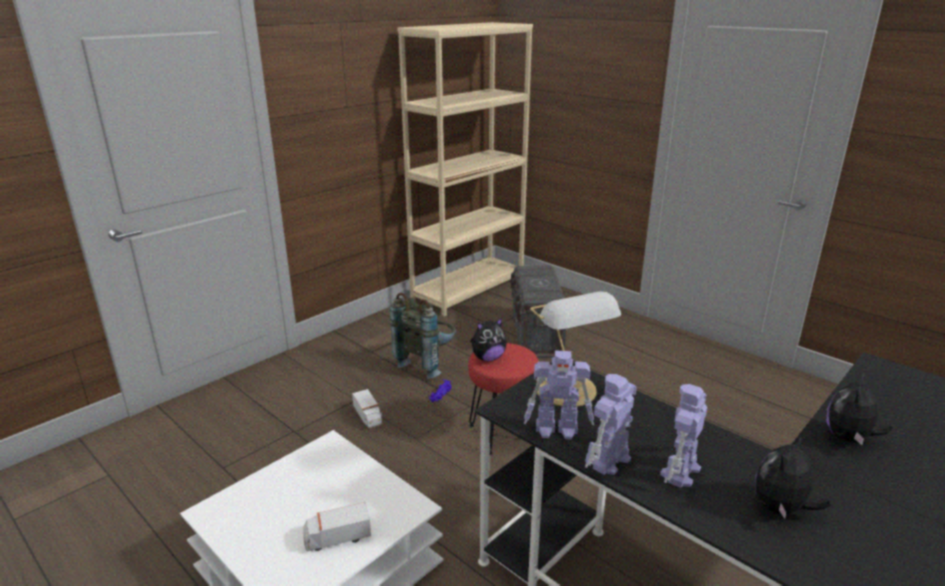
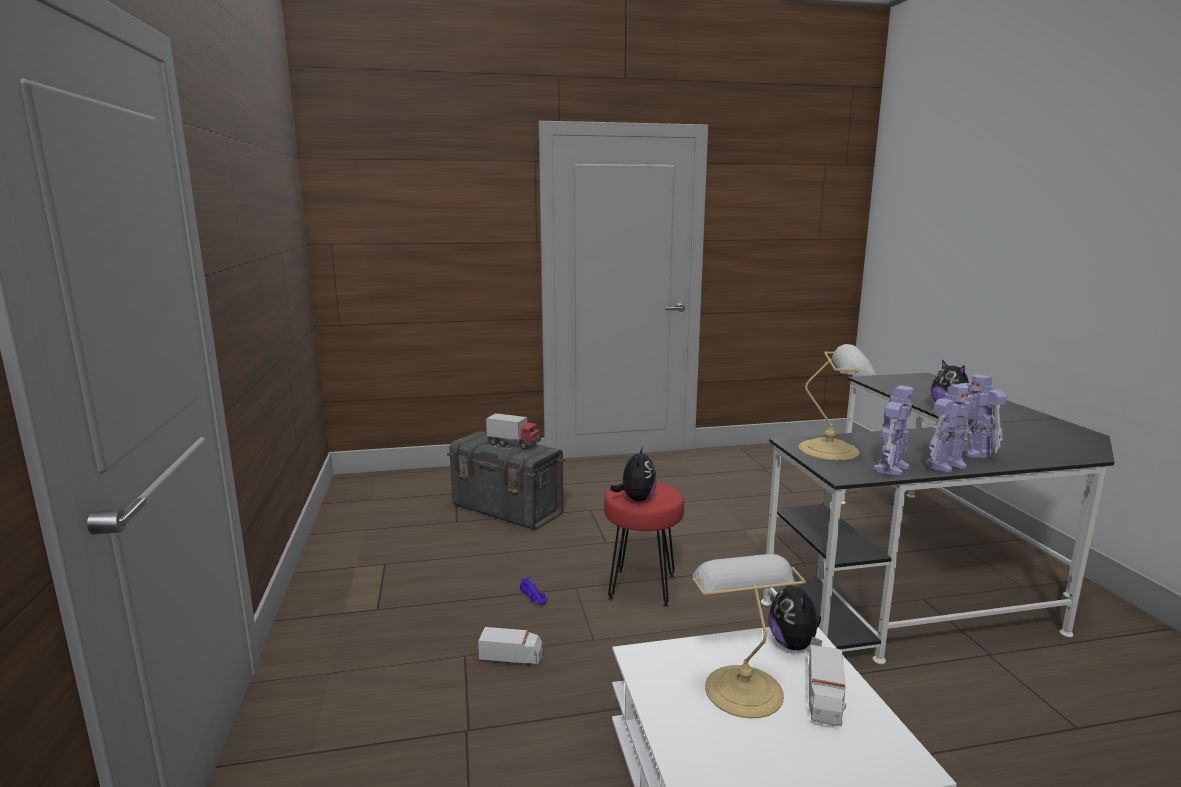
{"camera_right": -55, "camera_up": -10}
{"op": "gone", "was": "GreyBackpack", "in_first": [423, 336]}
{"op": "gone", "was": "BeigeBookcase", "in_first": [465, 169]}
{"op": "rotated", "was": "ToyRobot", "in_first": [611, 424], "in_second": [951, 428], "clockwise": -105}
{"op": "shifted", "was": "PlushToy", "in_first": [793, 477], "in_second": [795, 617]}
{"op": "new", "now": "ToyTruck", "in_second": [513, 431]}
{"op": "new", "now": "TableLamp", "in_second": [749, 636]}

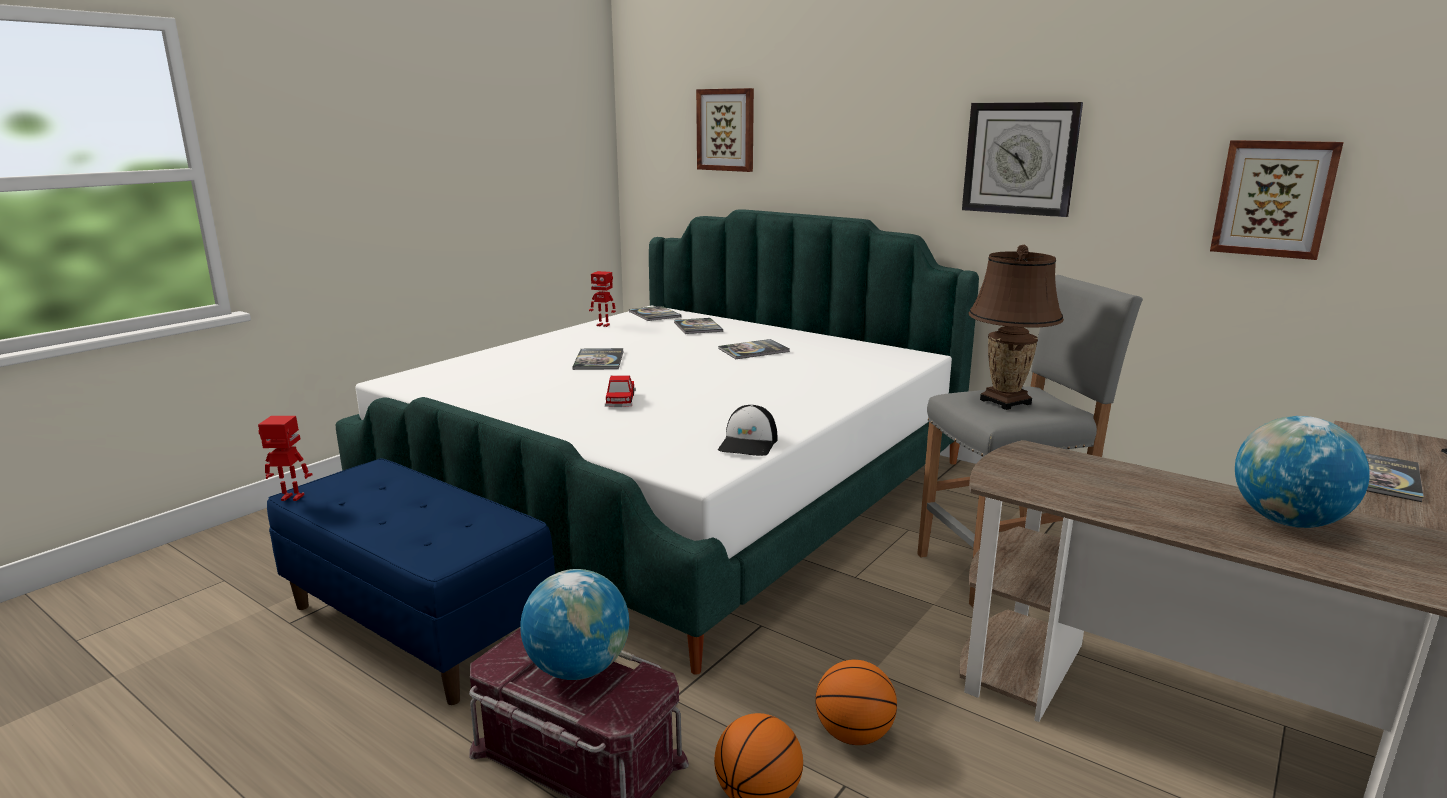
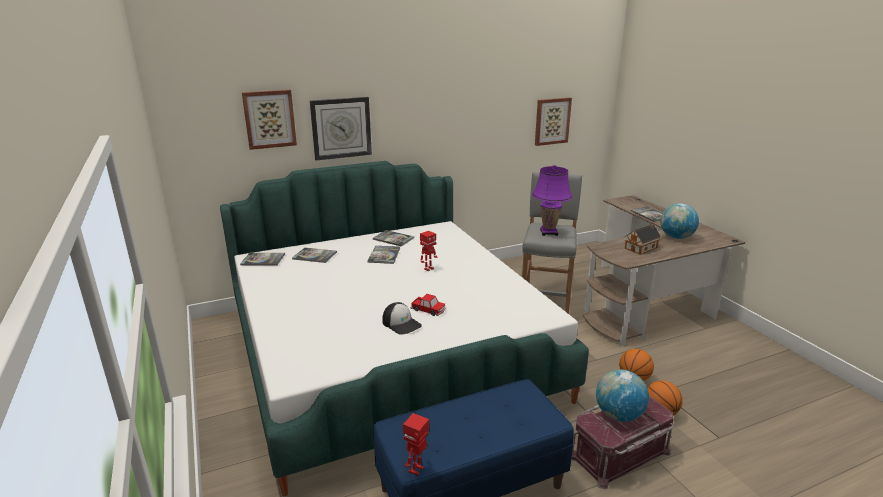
{"camera_right": -60, "camera_up": 5}
{"op": "shifted", "was": "Book", "in_first": [598, 359], "in_second": [393, 238]}
{"op": "shifted", "was": "ToyRobot", "in_first": [602, 299], "in_second": [429, 251]}
{"op": "shifted", "was": "Cap", "in_first": [747, 430], "in_second": [402, 318]}
{"op": "shifted", "was": "WallClock", "in_first": [1022, 159], "in_second": [341, 128]}
{"op": "repainted", "was": "BrownTableLamp", "now": "PurpleTableLamp", "in_first": [1016, 327], "in_second": [552, 200]}
{"op": "new", "now": "ToyHouse", "in_second": [643, 239]}

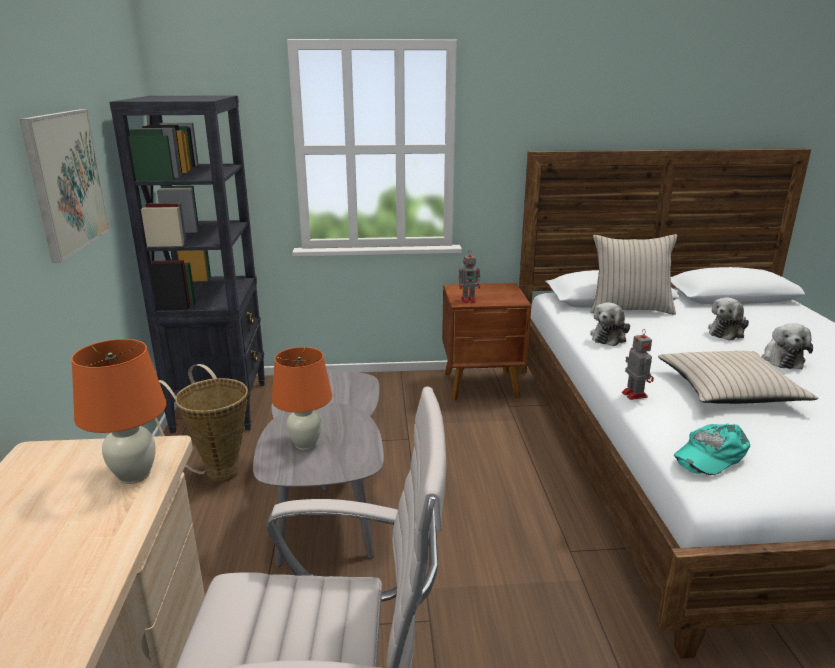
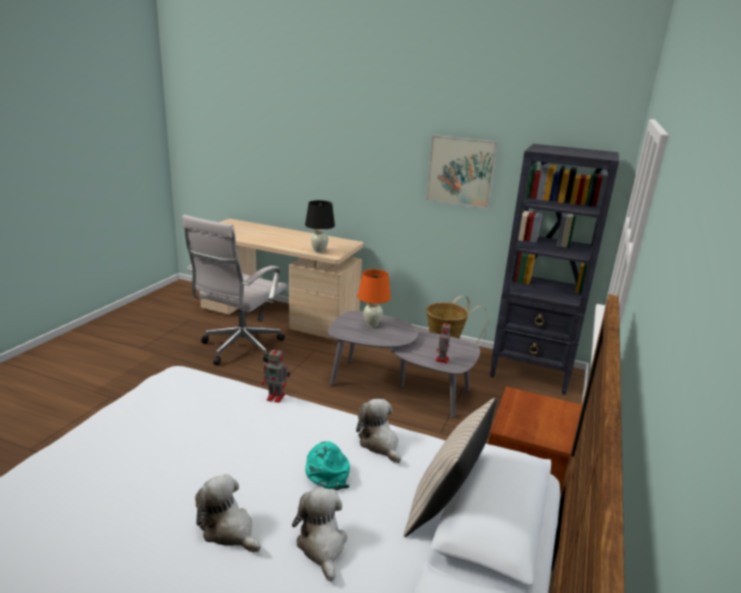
{"camera_right": 115, "camera_up": 0}
{"op": "repainted", "was": "OrangeTableLamp", "now": "BlackTableLamp", "in_first": [118, 411], "in_second": [320, 226]}
{"op": "shifted", "was": "ToyRobot", "in_first": [469, 276], "in_second": [443, 343]}
{"op": "gone", "was": "BeigePillow", "in_first": [738, 377]}
{"op": "shifted", "was": "TurquoiseCap", "in_first": [712, 449], "in_second": [327, 466]}

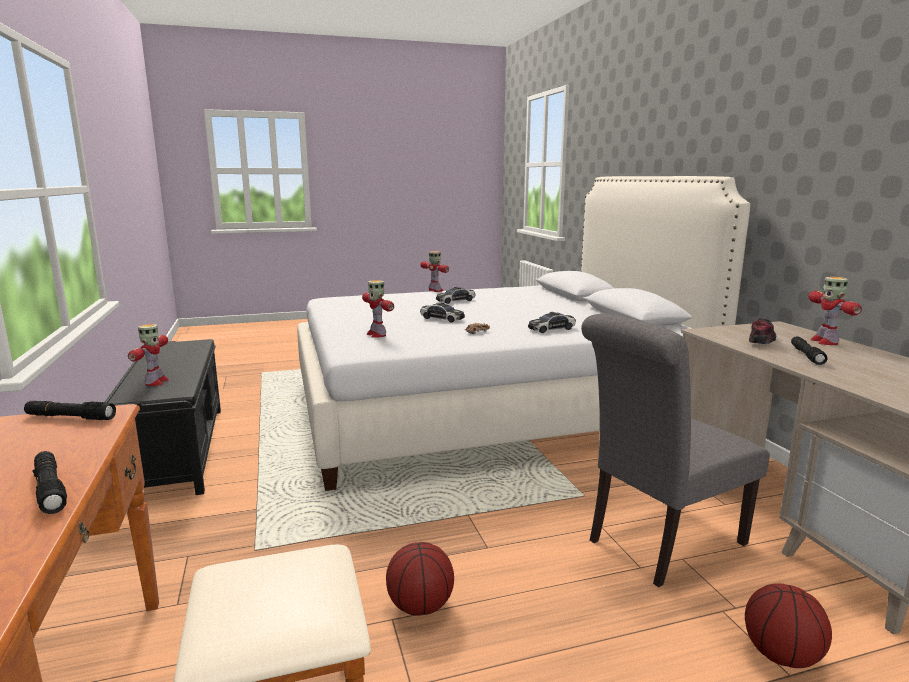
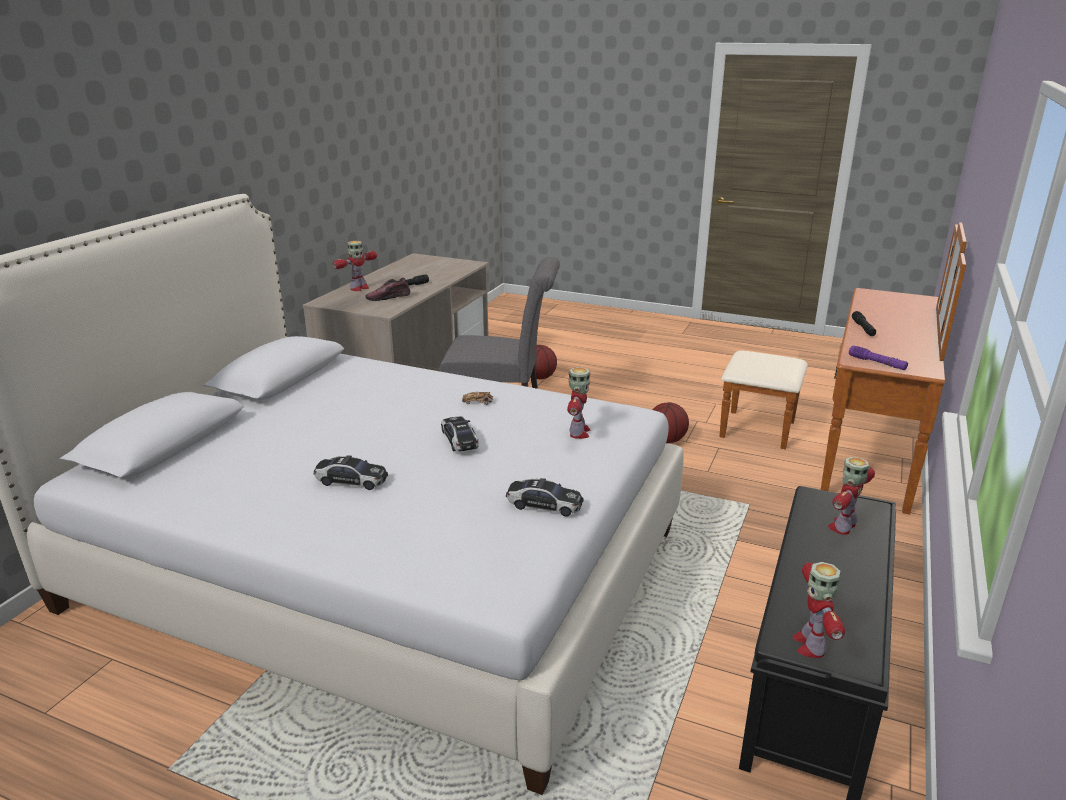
{"camera_right": -140, "camera_up": 10}
{"op": "repainted", "was": "BlackFlashlight", "now": "PurpleFlashlight", "in_first": [70, 410], "in_second": [878, 357]}
{"op": "shifted", "was": "ToyRobot", "in_first": [434, 271], "in_second": [819, 610]}
{"op": "shifted", "was": "ToyCar", "in_first": [552, 322], "in_second": [544, 497]}

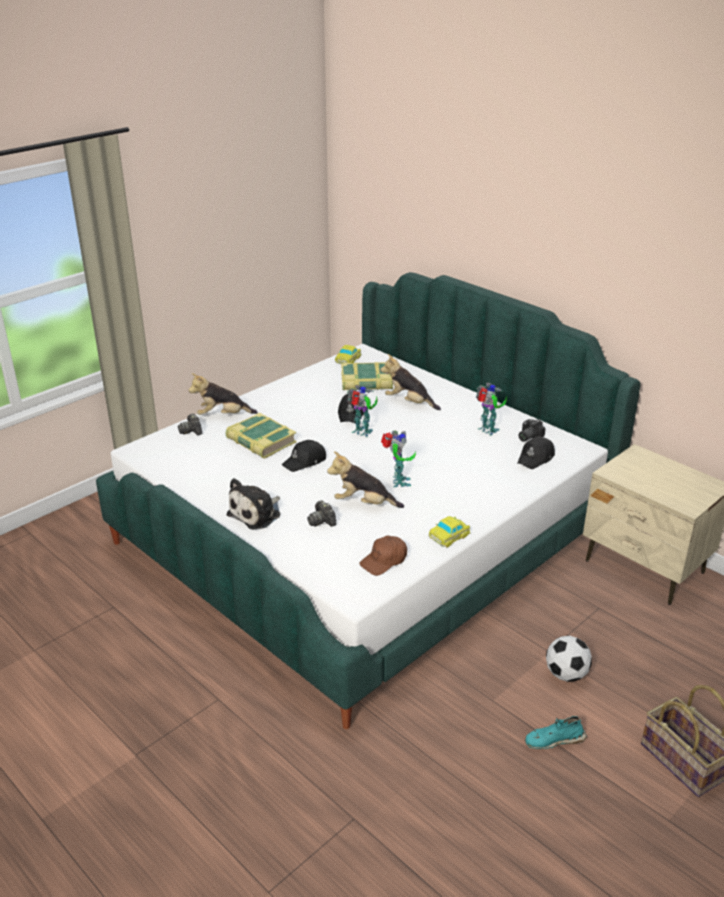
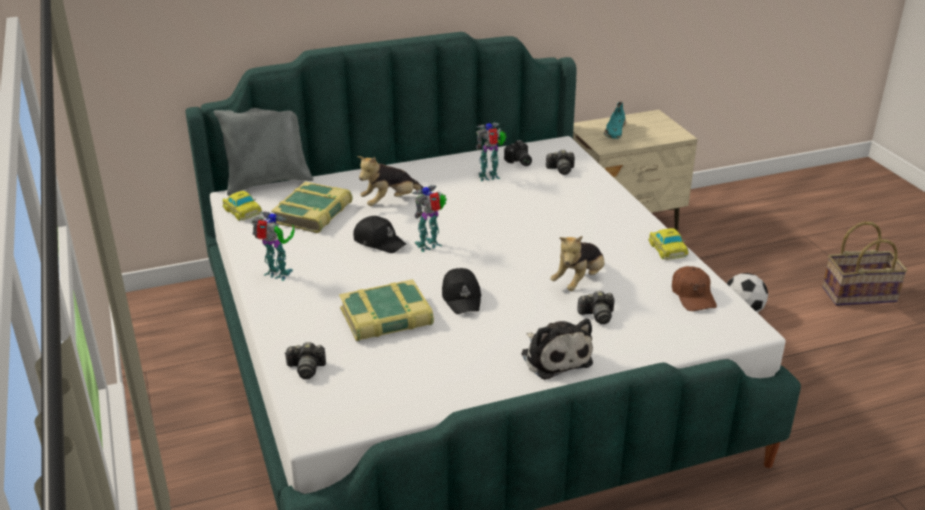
{"camera_right": -65, "camera_up": 0}
{"op": "gone", "was": "PlushToy", "in_first": [223, 394]}
{"op": "shifted", "was": "ToyRobot", "in_first": [398, 458], "in_second": [273, 246]}
{"op": "swapped", "was": "BlackCap", "now": "PhotoCamera", "in_first": [536, 452], "in_second": [560, 162]}
{"op": "shifted", "was": "TurquoiseShoe", "in_first": [556, 732], "in_second": [615, 120]}
{"op": "new", "now": "GreyPillow", "in_second": [264, 152]}

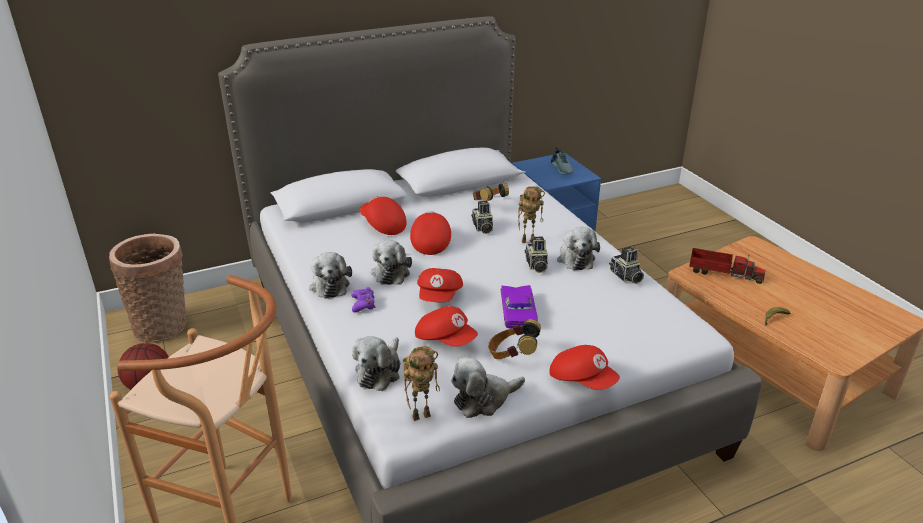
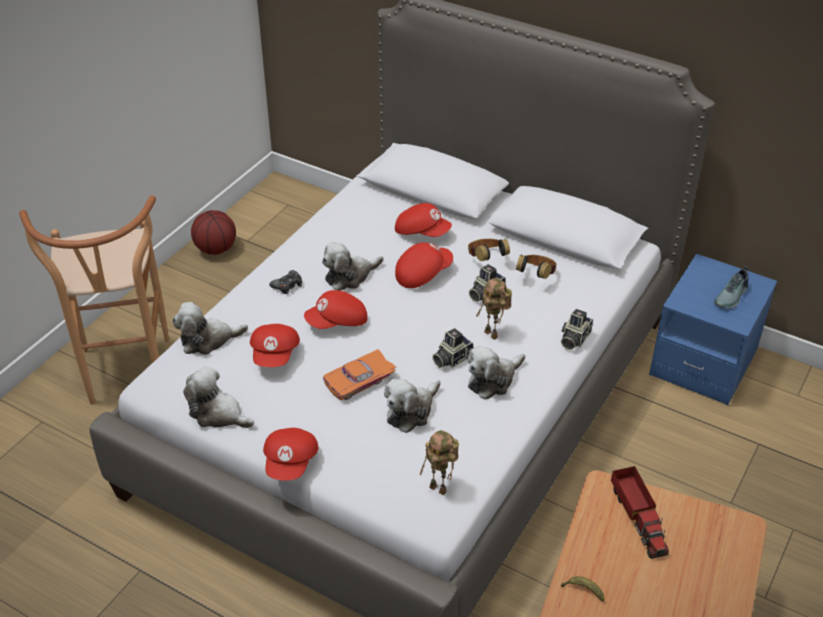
{"camera_right": 55, "camera_up": 10}
{"op": "gone", "was": "Basket", "in_first": [147, 288]}
{"op": "shifted", "was": "PlushToy", "in_first": [330, 275], "in_second": [412, 406]}
{"op": "repainted", "was": "PurpleGameController", "now": "BlackGameController", "in_first": [363, 299], "in_second": [285, 282]}
{"op": "rotated", "was": "RedCap", "in_first": [383, 215], "in_second": [423, 220], "clockwise": 105}
{"op": "shifted", "was": "ToyRobot", "in_first": [421, 383], "in_second": [439, 462]}
{"op": "shifted", "was": "Headphones", "in_first": [514, 339], "in_second": [489, 250]}
{"op": "repainted", "was": "PurpleToyCar", "now": "OrangeToyCar", "in_first": [519, 307], "in_second": [359, 374]}
{"op": "shifted", "was": "PhotoCamera", "in_first": [626, 265], "in_second": [577, 329]}

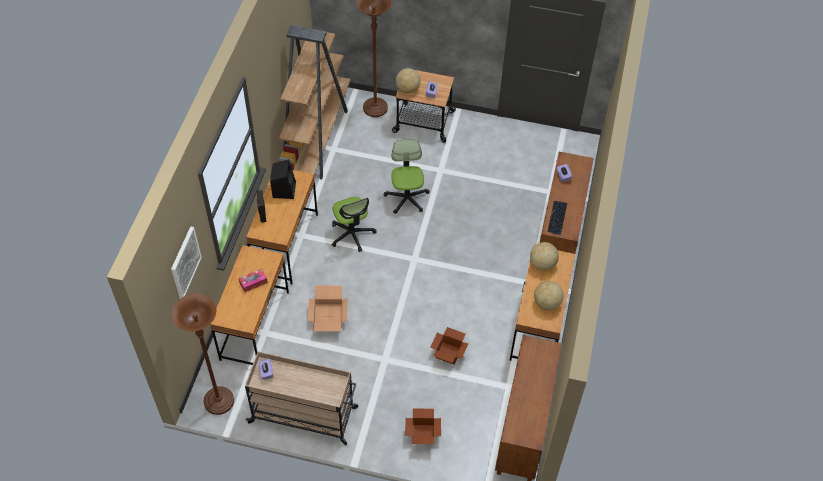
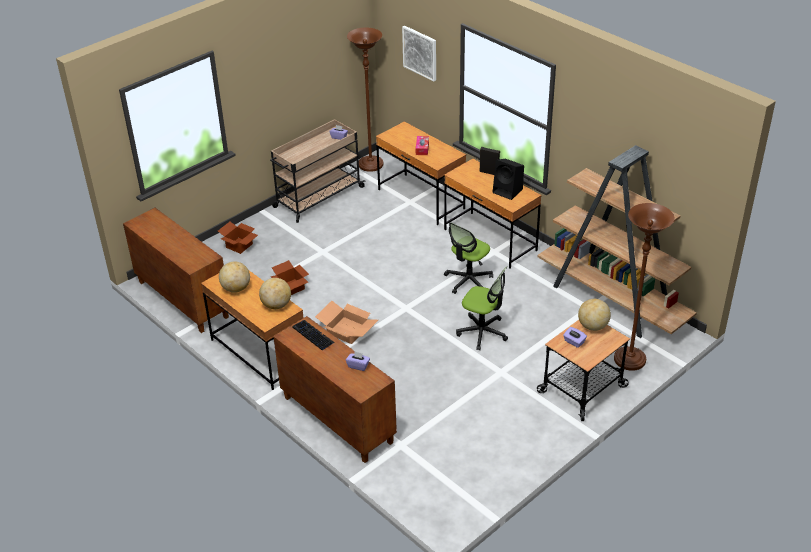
{"camera_right": 125, "camera_up": -15}
{"op": "shifted", "was": "CardboardBox", "in_first": [328, 308], "in_second": [346, 322]}
{"op": "rotated", "was": "OfficeChair", "in_first": [354, 224], "in_second": [468, 258], "clockwise": -60}

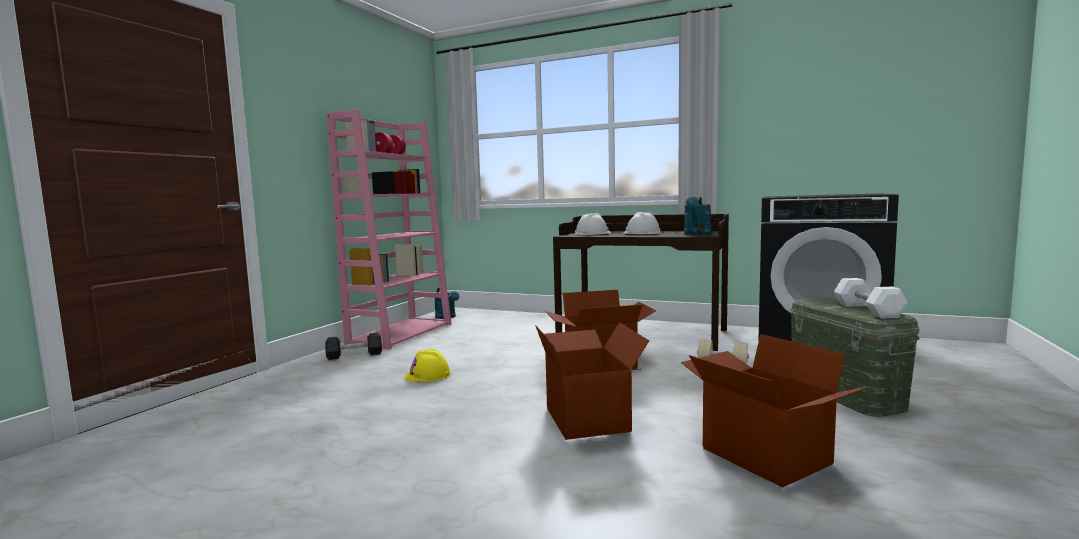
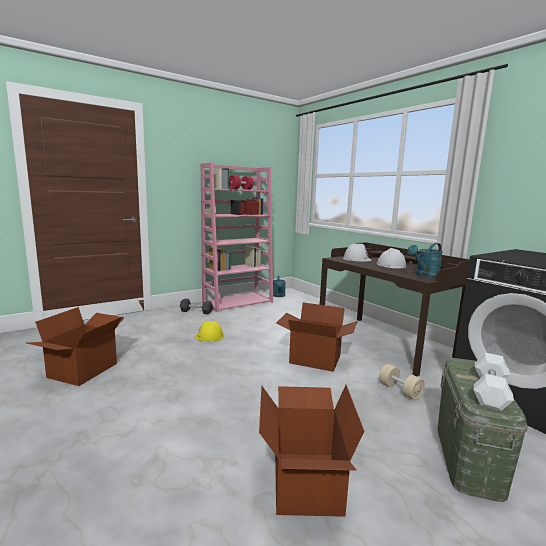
{"camera_right": 30, "camera_up": 5}
{"op": "shifted", "was": "CardboardBox", "in_first": [592, 381], "in_second": [76, 346]}

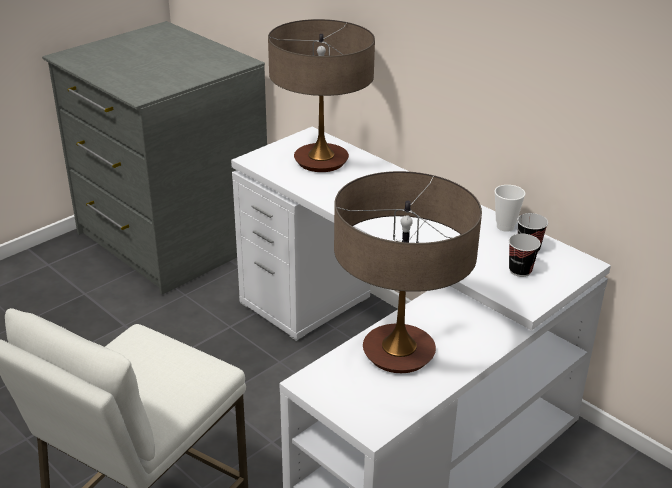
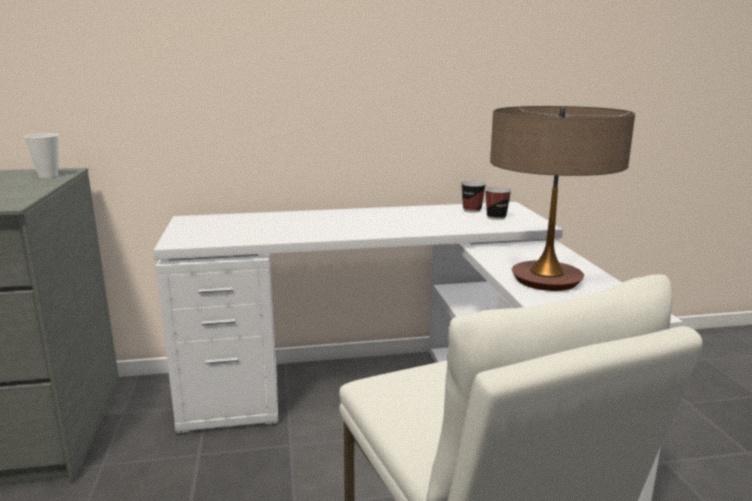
{"camera_right": -55, "camera_up": -15}
{"op": "gone", "was": "TableLamp", "in_first": [321, 95]}
{"op": "shifted", "was": "Cup", "in_first": [509, 208], "in_second": [41, 155]}

